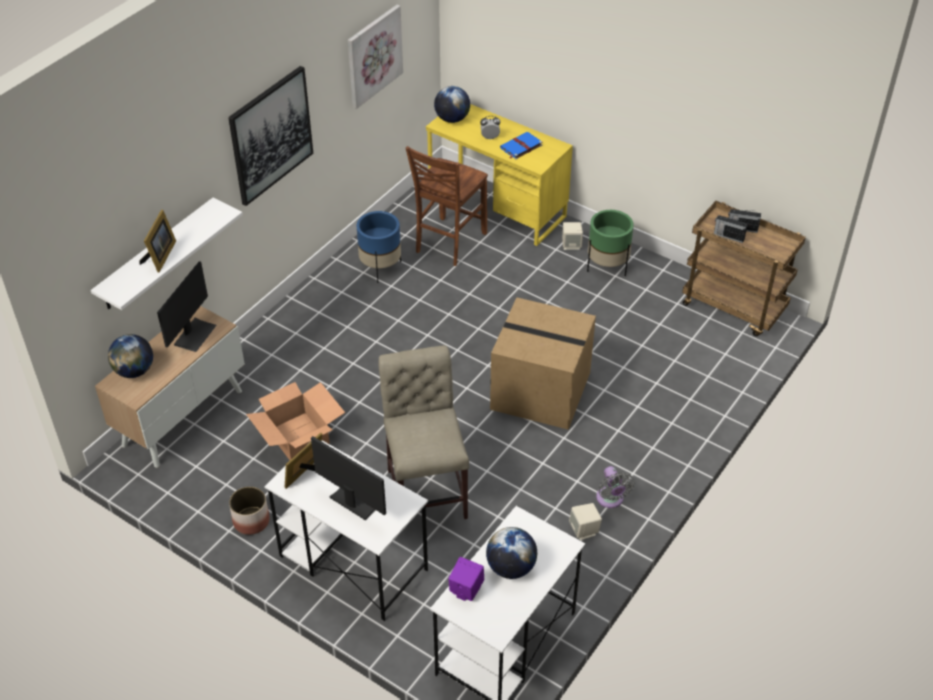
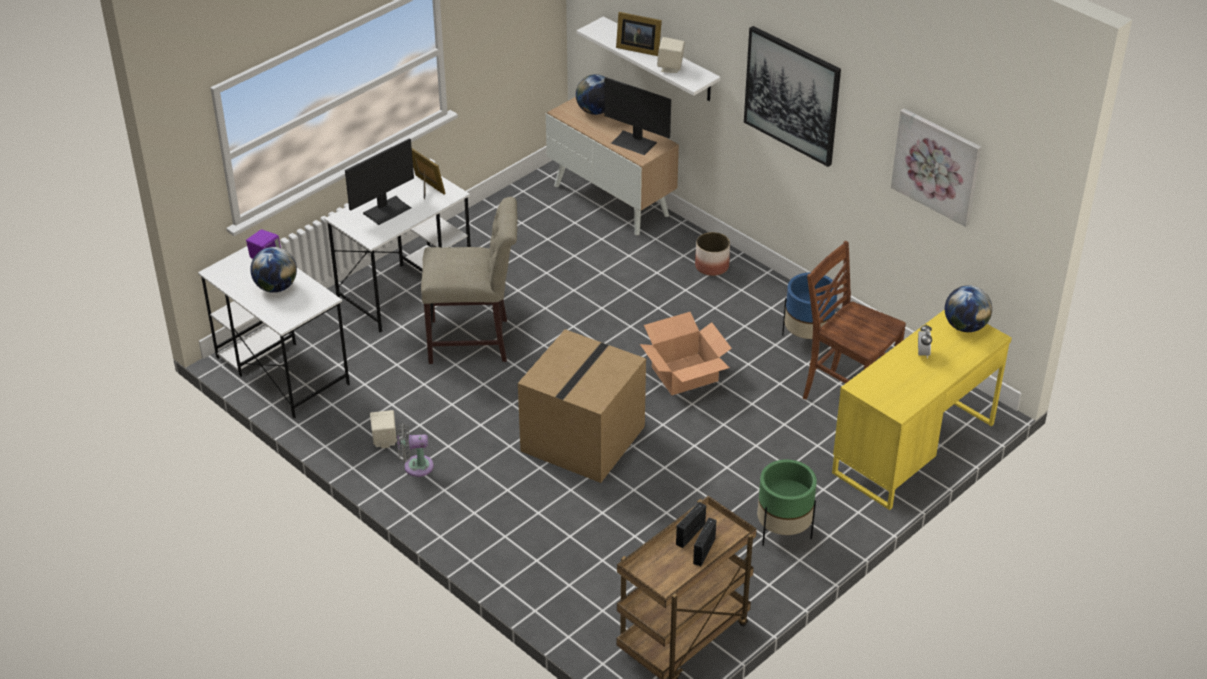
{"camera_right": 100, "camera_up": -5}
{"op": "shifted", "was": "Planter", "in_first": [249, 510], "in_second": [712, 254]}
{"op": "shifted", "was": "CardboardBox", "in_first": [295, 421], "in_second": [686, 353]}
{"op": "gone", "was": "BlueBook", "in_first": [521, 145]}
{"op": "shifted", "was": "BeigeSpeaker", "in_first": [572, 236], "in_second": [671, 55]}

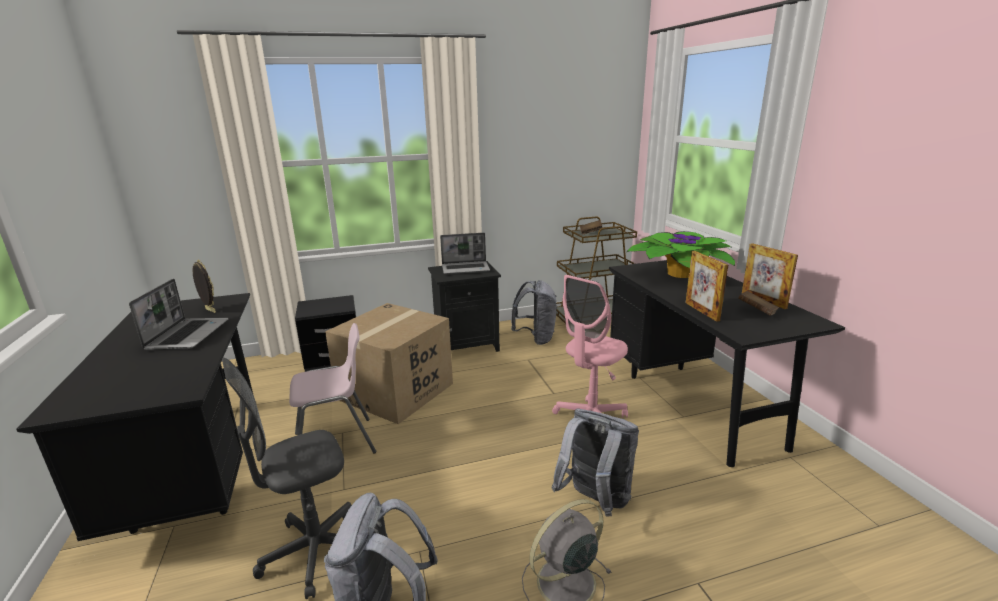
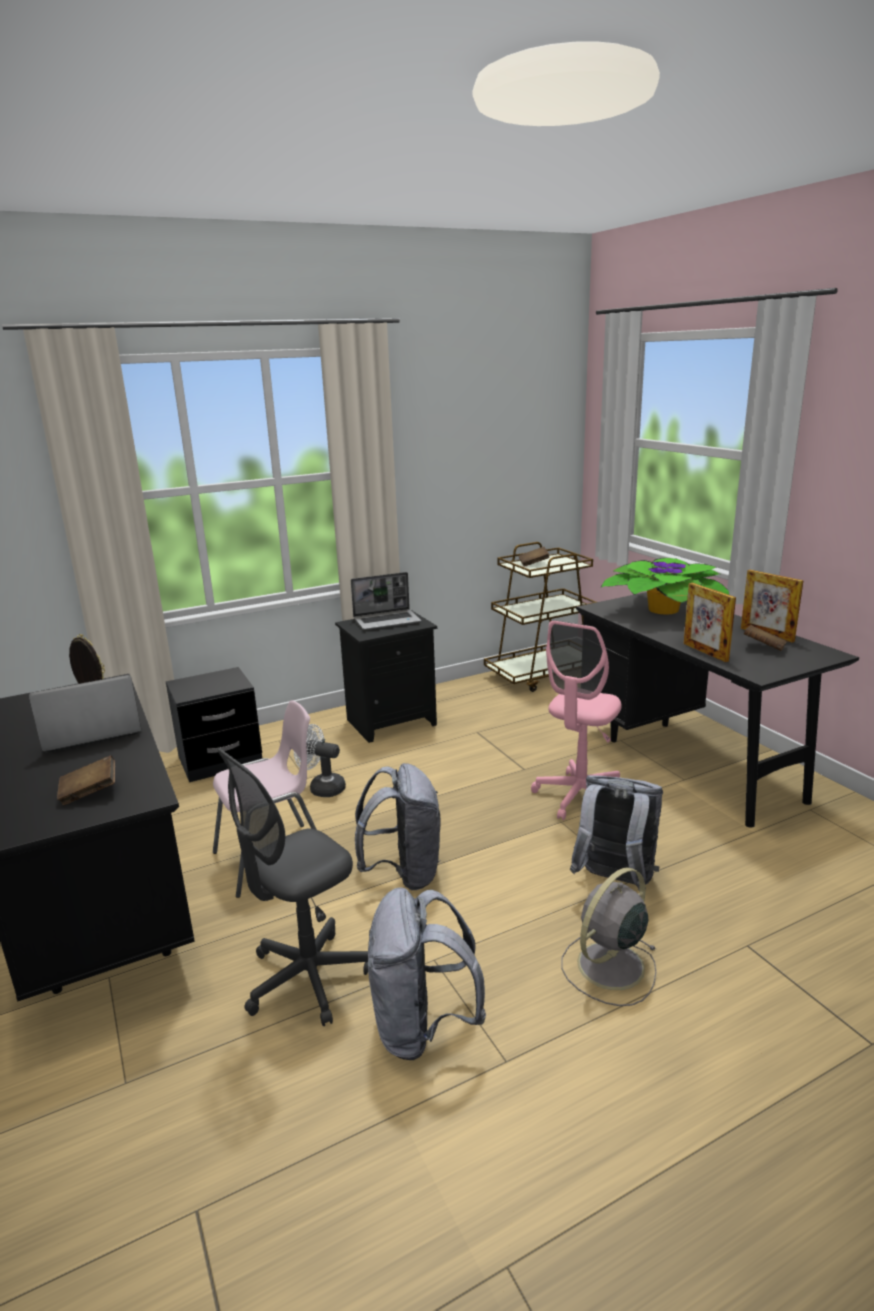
{"camera_right": -10, "camera_up": 0}
{"op": "rotated", "was": "Laptop", "in_first": [178, 314], "in_second": [85, 714], "clockwise": -105}
{"op": "swapped", "was": "CardboardBox", "now": "WhiteFan", "in_first": [389, 363], "in_second": [320, 760]}
{"op": "shifted", "was": "GreyBackpack", "in_first": [534, 312], "in_second": [398, 826]}
{"op": "new", "now": "BrownBook", "in_second": [86, 780]}

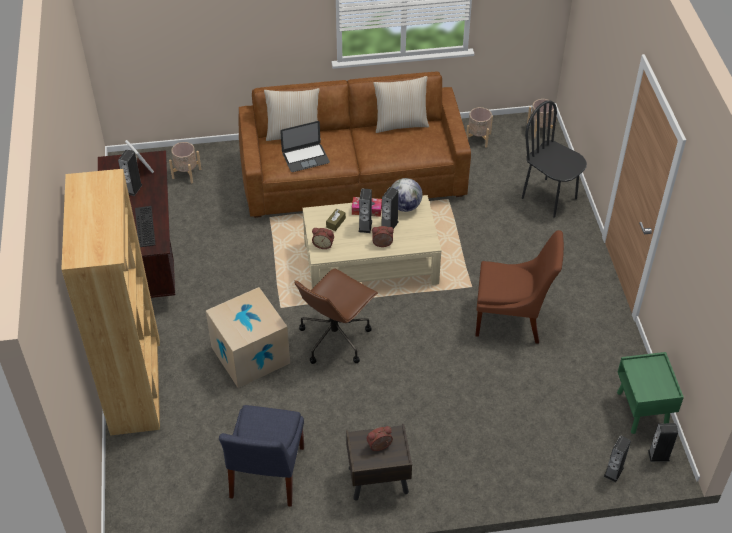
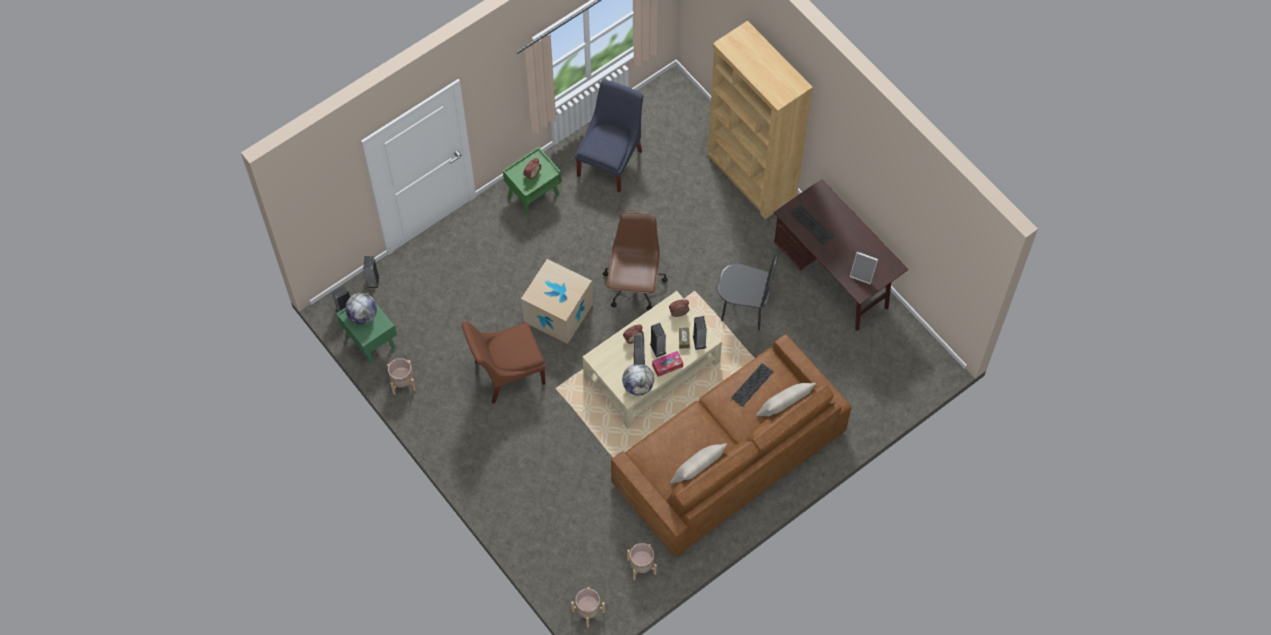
{"camera_right": 150, "camera_up": 15}
{"op": "shifted", "was": "Speaker", "in_first": [130, 172], "in_second": [699, 333]}
{"op": "shifted", "was": "BeigePlanter", "in_first": [185, 162], "in_second": [401, 376]}
{"op": "shifted", "was": "CardboardBox", "in_first": [248, 337], "in_second": [557, 301]}
{"op": "rotated", "was": "BlueChair", "in_first": [261, 456], "in_second": [609, 136], "clockwise": 45}
{"op": "swapped", "was": "Laptop", "now": "Keyboard", "in_first": [305, 146], "in_second": [752, 385]}
{"op": "repainted", "was": "BrownNightstand", "now": "GreenNightstand", "in_first": [379, 462], "in_second": [532, 181]}
{"op": "shifted", "was": "BlackChair", "in_first": [554, 158], "in_second": [748, 291]}
{"op": "new", "now": "Globe", "in_second": [361, 308]}

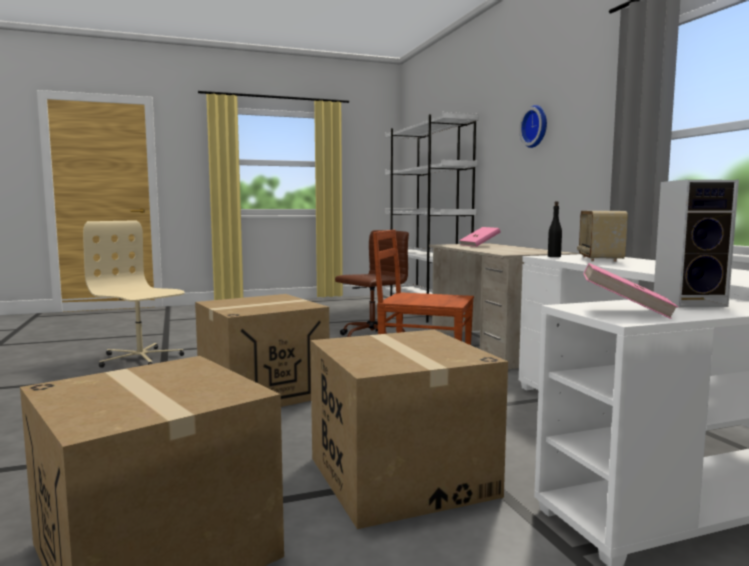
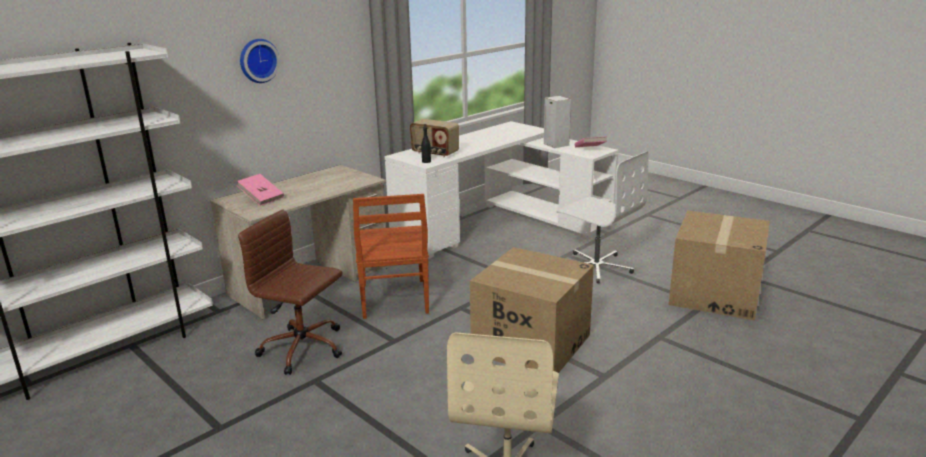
{"camera_right": -115, "camera_up": 15}
{"op": "swapped", "was": "CardboardBox", "now": "WhiteOfficeChair", "in_first": [409, 429], "in_second": [602, 217]}
{"op": "rotated", "was": "Radio", "in_first": [602, 236], "in_second": [434, 138], "clockwise": 45}

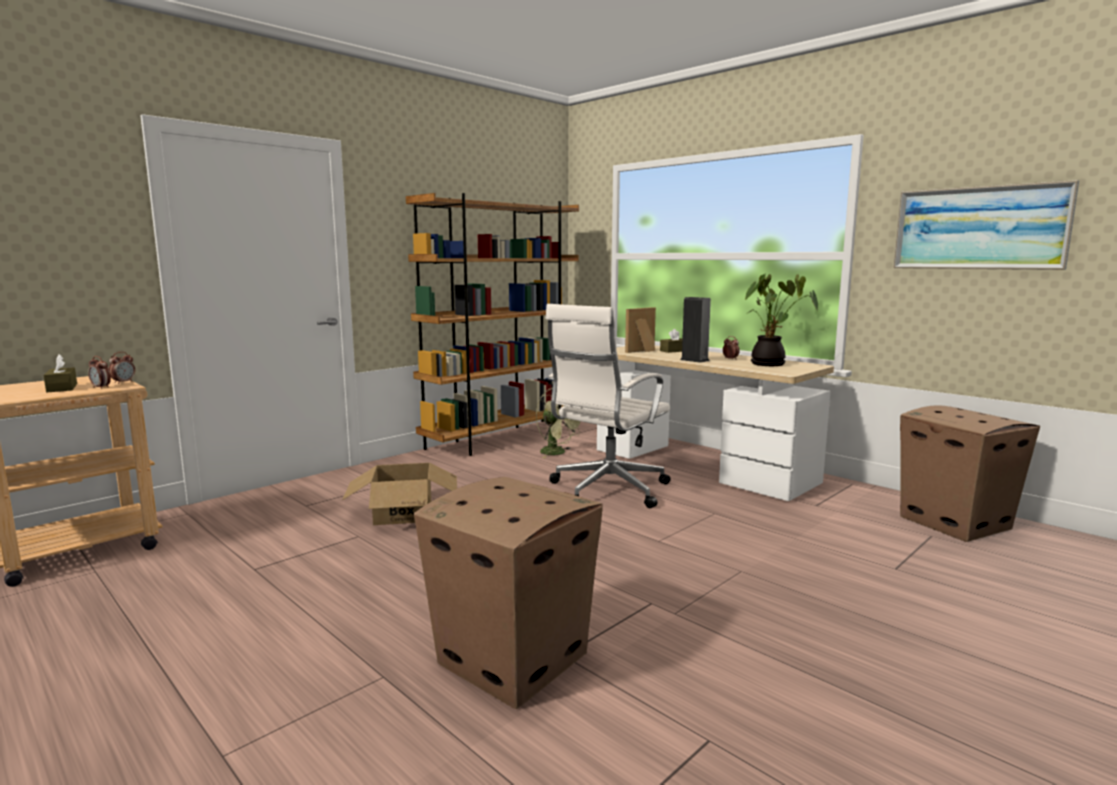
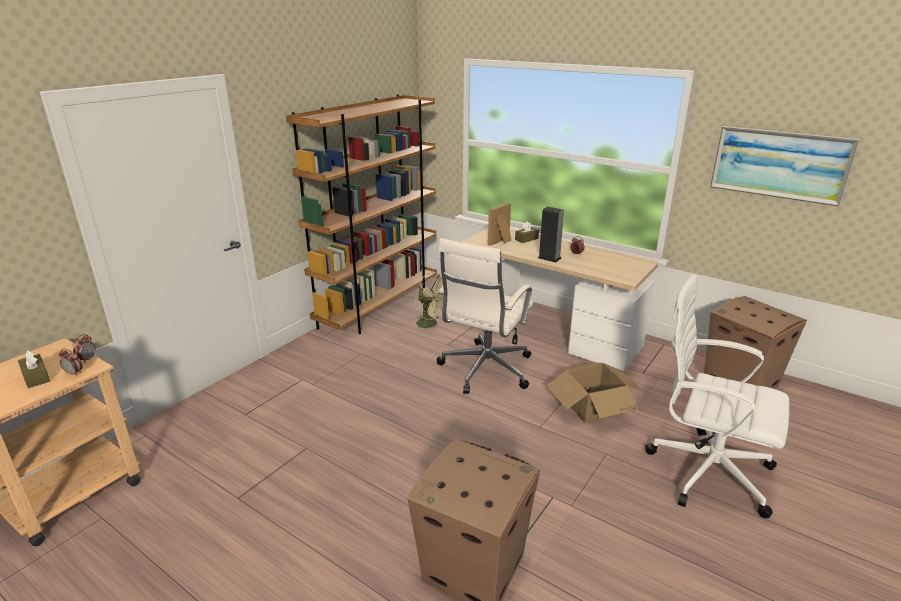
{"camera_right": -10, "camera_up": 15}
{"op": "shifted", "was": "CardboardBox", "in_first": [399, 494], "in_second": [595, 393]}
{"op": "gone", "was": "PottedPlant", "in_first": [781, 320]}
{"op": "new", "now": "WhiteOfficeChair", "in_second": [717, 396]}

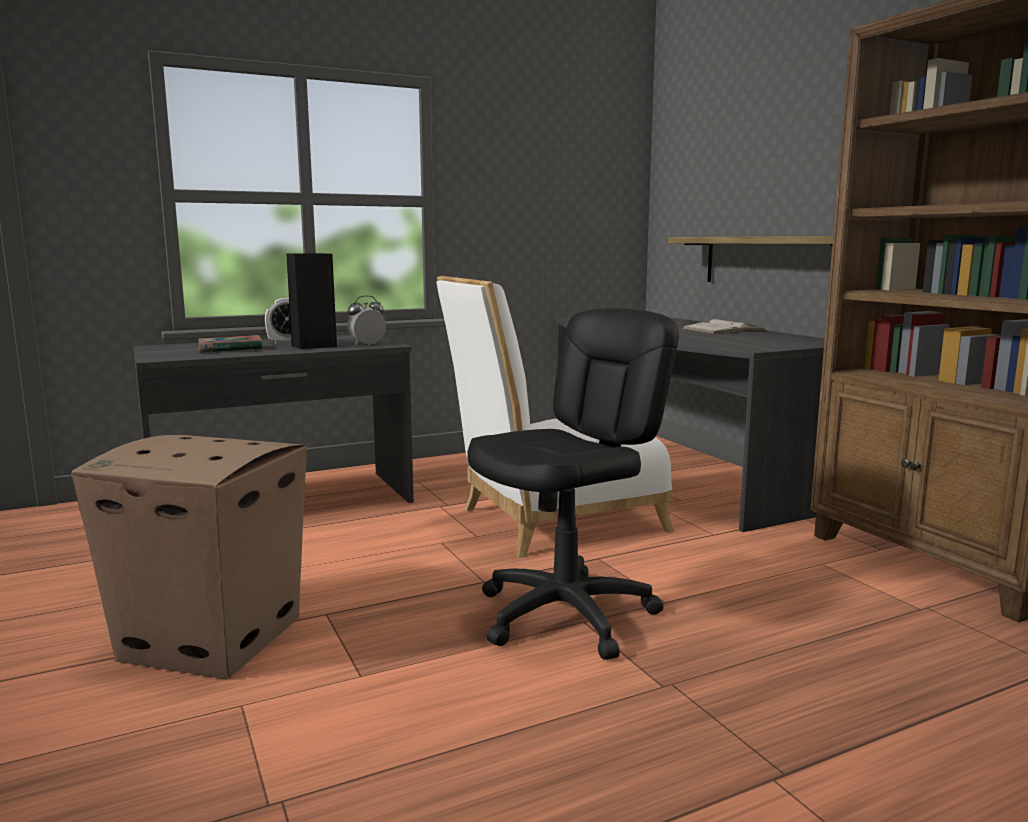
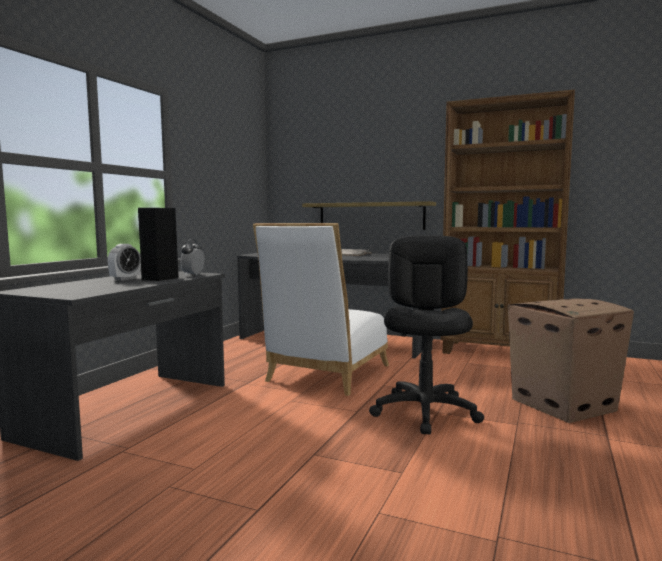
{"camera_right": -40, "camera_up": -5}
{"op": "shifted", "was": "CardboardBox", "in_first": [189, 557], "in_second": [571, 360]}
{"op": "gone", "was": "Book", "in_first": [230, 343]}

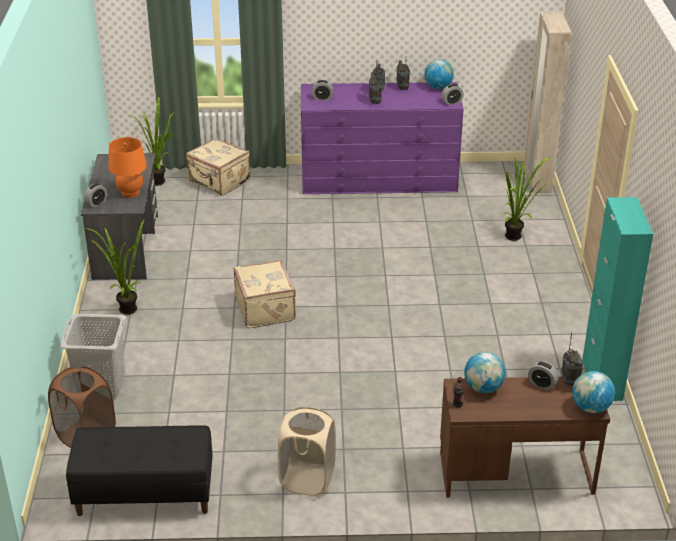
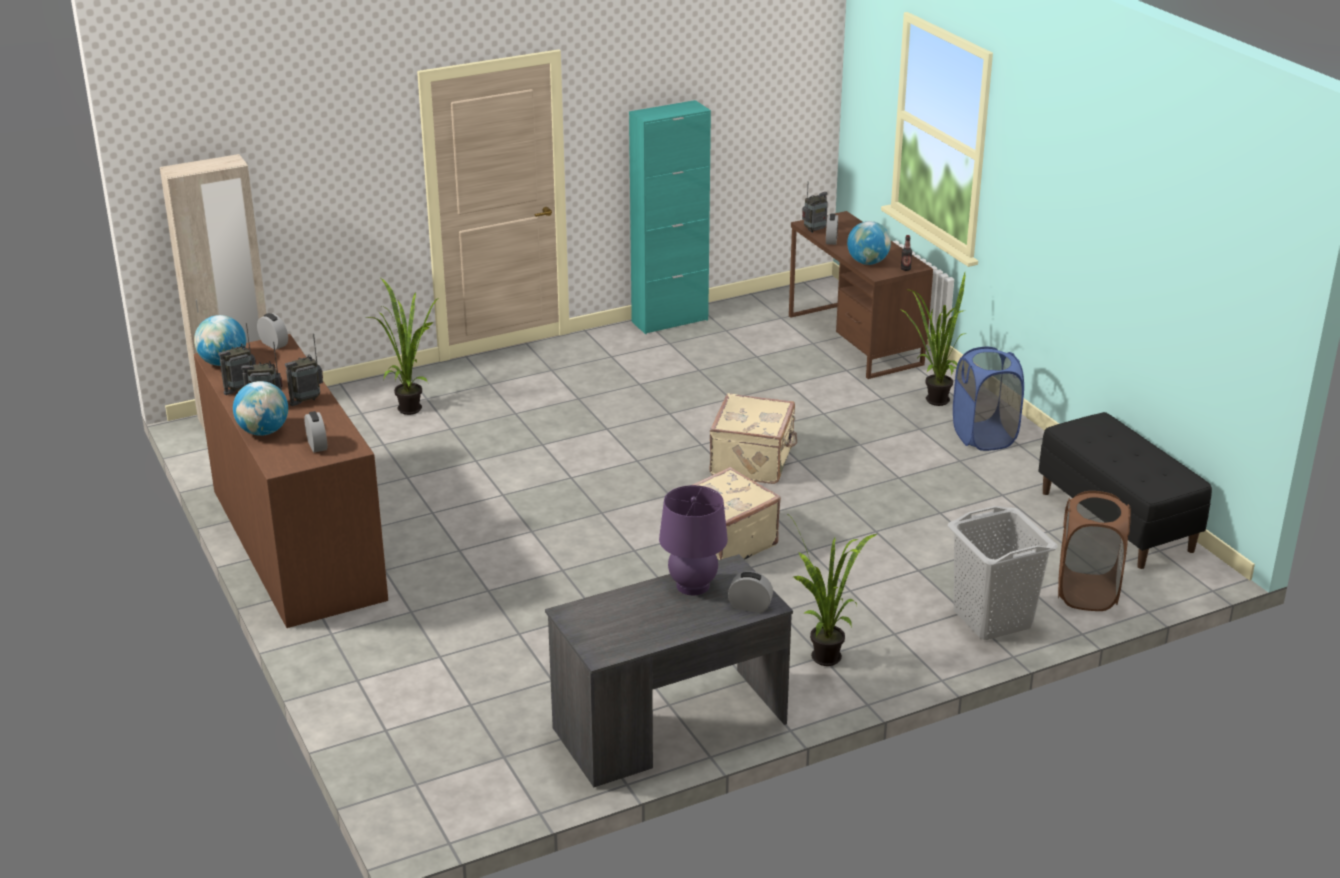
{"camera_right": -115, "camera_up": -5}
{"op": "repainted", "was": "OrangeTableLamp", "now": "PurpleTableLamp", "in_first": [128, 167], "in_second": [693, 540]}
{"op": "shifted", "was": "PottedPlant", "in_first": [152, 141], "in_second": [932, 339]}
{"op": "shifted", "was": "BeigeSuitcase", "in_first": [218, 166], "in_second": [753, 438]}
{"op": "repainted", "was": "BeigeLaundryBasket", "now": "BlueLaundryBasket", "in_first": [307, 451], "in_second": [988, 399]}
{"op": "repainted", "was": "PurpleDresser", "now": "BrownDresser", "in_first": [382, 138], "in_second": [291, 481]}
{"op": "shifted", "was": "Globe", "in_first": [593, 392], "in_second": [260, 408]}

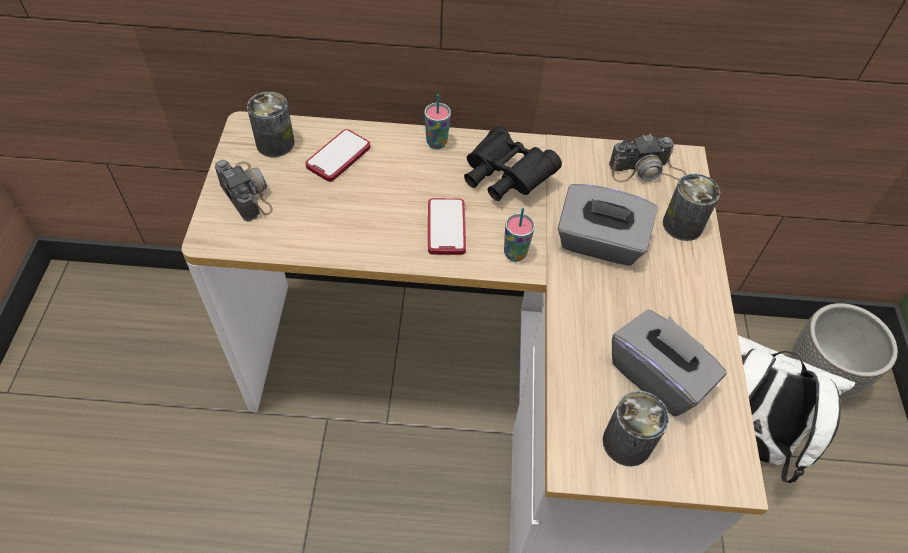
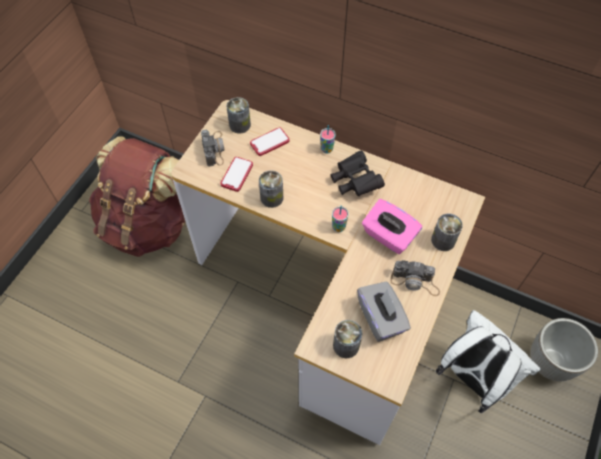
{"camera_right": 25, "camera_up": 5}
{"op": "shifted", "was": "Phone", "in_first": [447, 226], "in_second": [236, 174]}
{"op": "repainted", "was": "GreyTissueBox", "now": "PinkTissueBox", "in_first": [608, 225], "in_second": [392, 226]}
{"op": "shifted", "was": "PhotoCamera", "in_first": [648, 158], "in_second": [415, 278]}
{"op": "new", "now": "BrownBackpack", "in_second": [137, 196]}
{"op": "new", "now": "Can", "in_second": [271, 189]}

